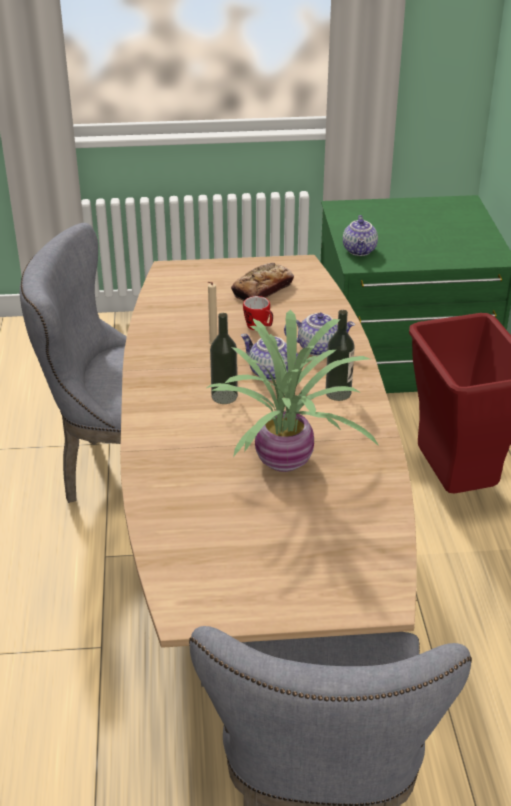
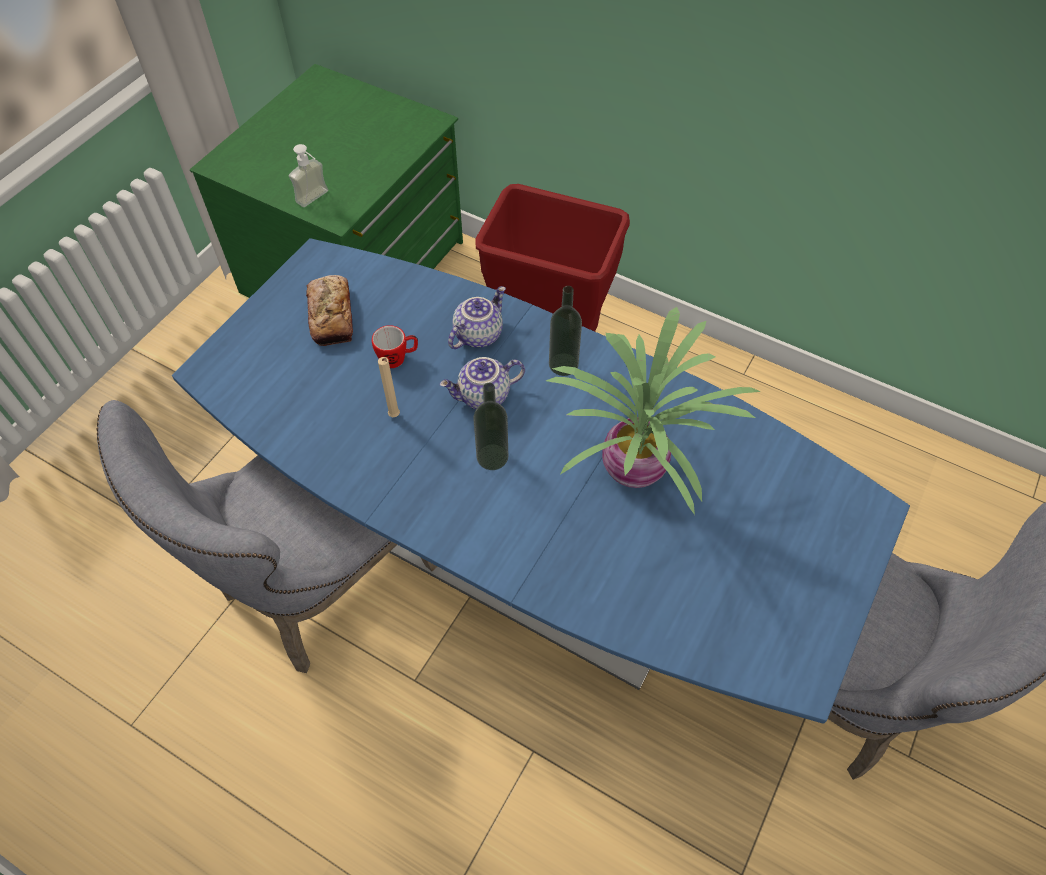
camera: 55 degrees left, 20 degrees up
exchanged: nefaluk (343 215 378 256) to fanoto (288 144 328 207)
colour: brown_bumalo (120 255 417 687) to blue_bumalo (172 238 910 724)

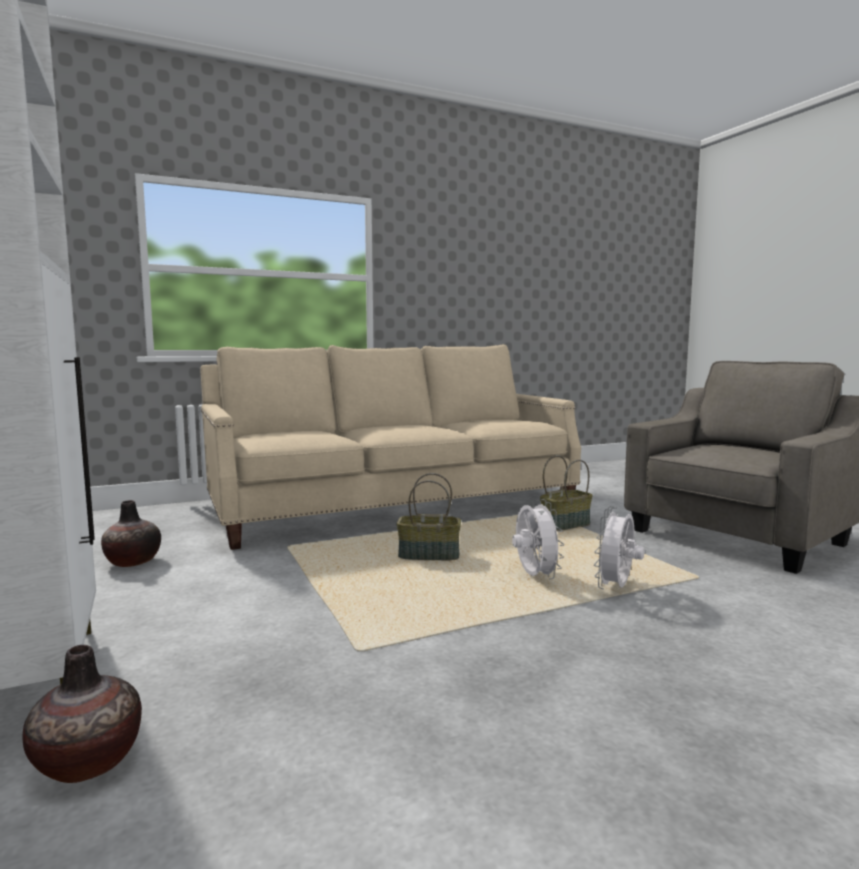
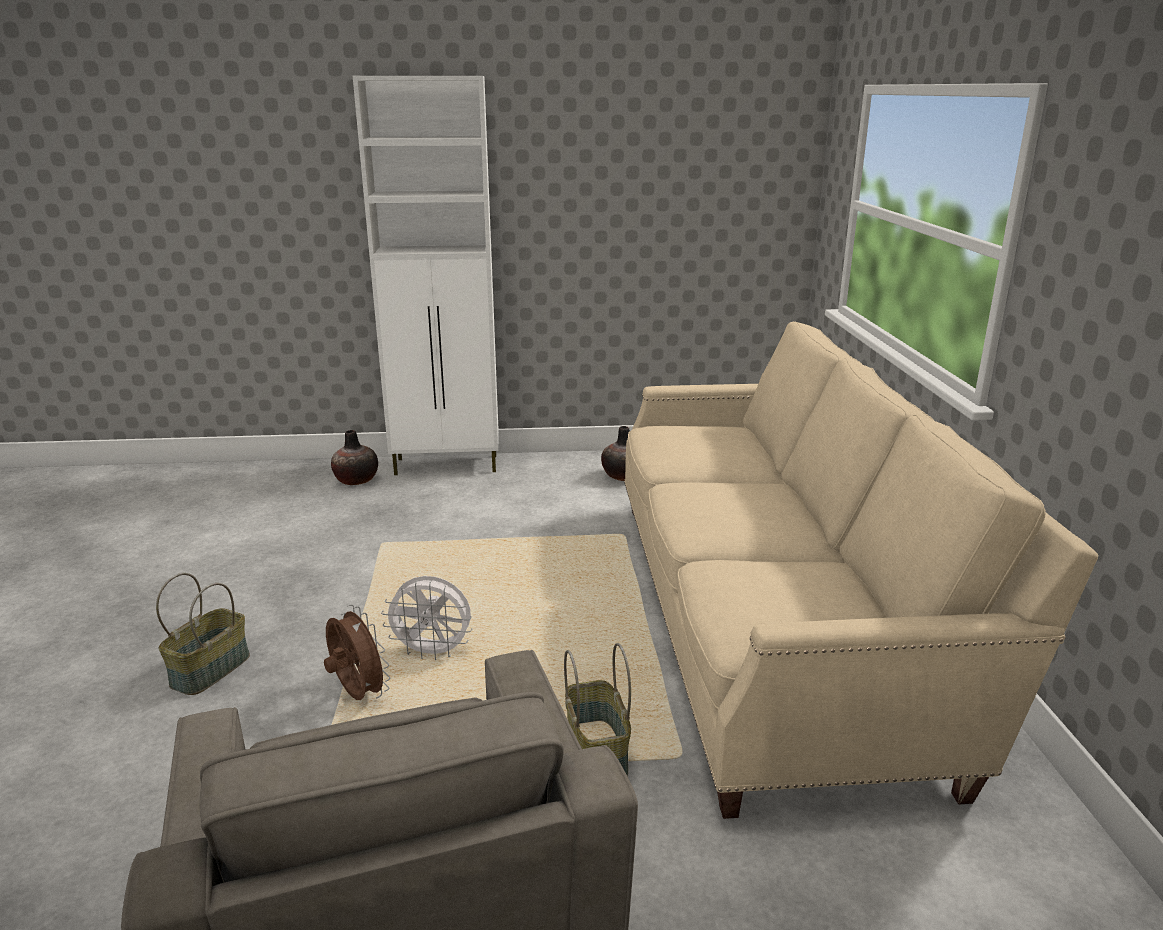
camera: 110 degrees right, 15 degrees up
relocated: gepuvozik (397 473 461 561) to (156 573 250 695)
colour: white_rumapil (594 506 644 589) to brown_rumapil (324 604 390 700)

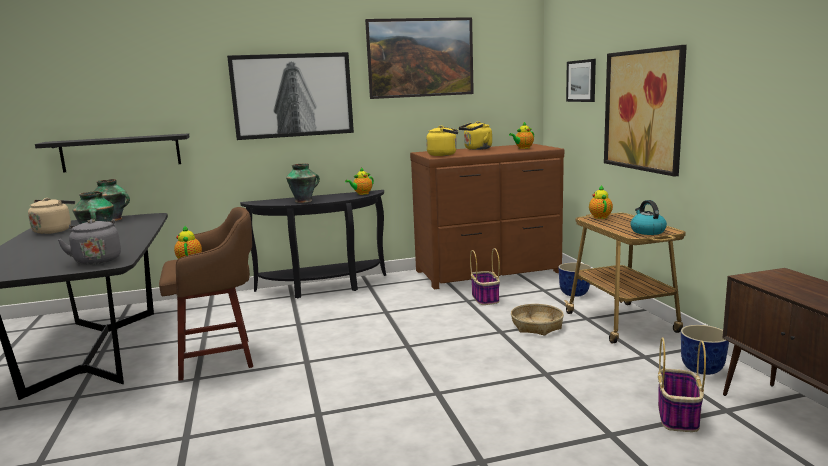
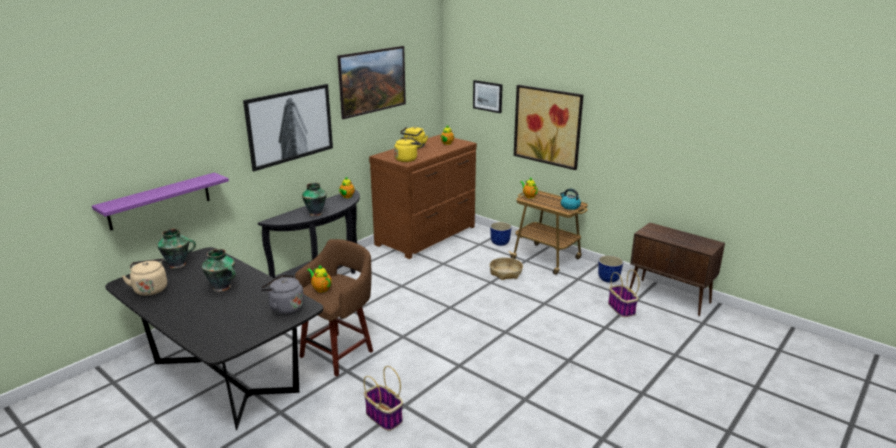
camera: 35 degrees left, 10 degrees up
relocated: gepuvozik (470 248 500 305) to (364 366 403 431)
colour: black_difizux (35 133 190 172) to purple_difizux (92 173 229 231)

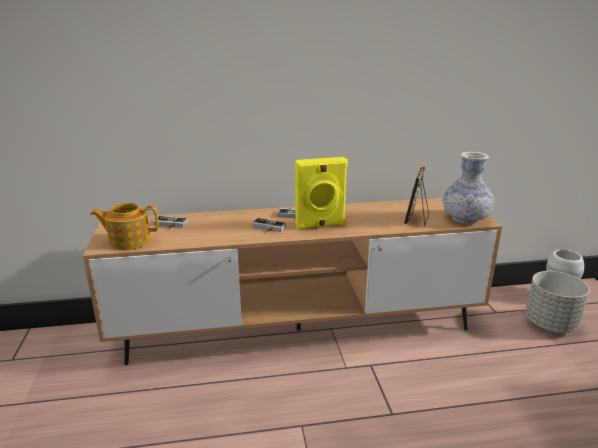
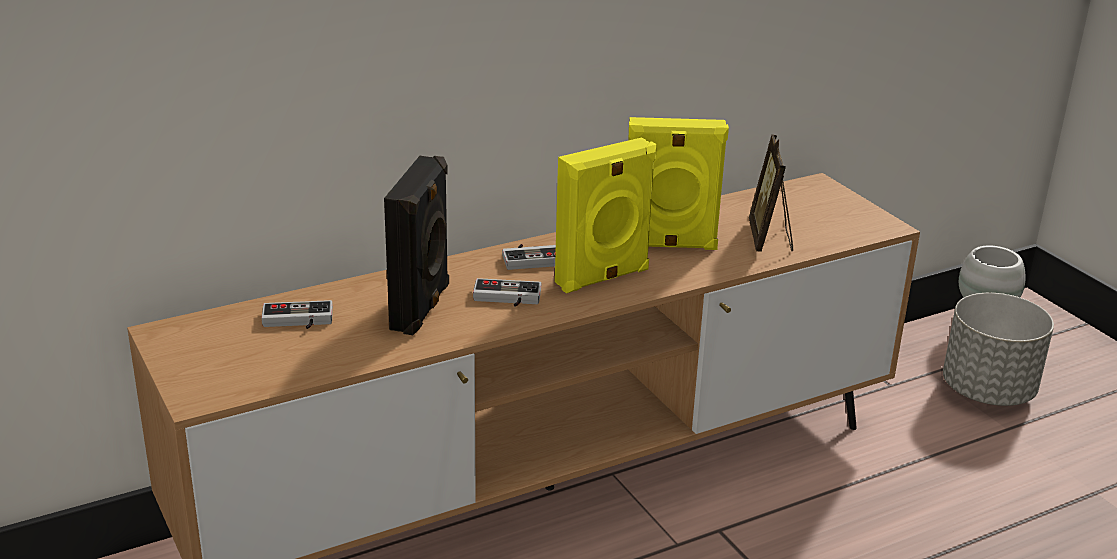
camera: 20 degrees left, 5 degrees up
missing: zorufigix (443 152 494 224); nefaluk (90 203 159 250)
appeared: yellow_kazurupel (628 117 729 250); black_kazurupel (384 156 449 335)

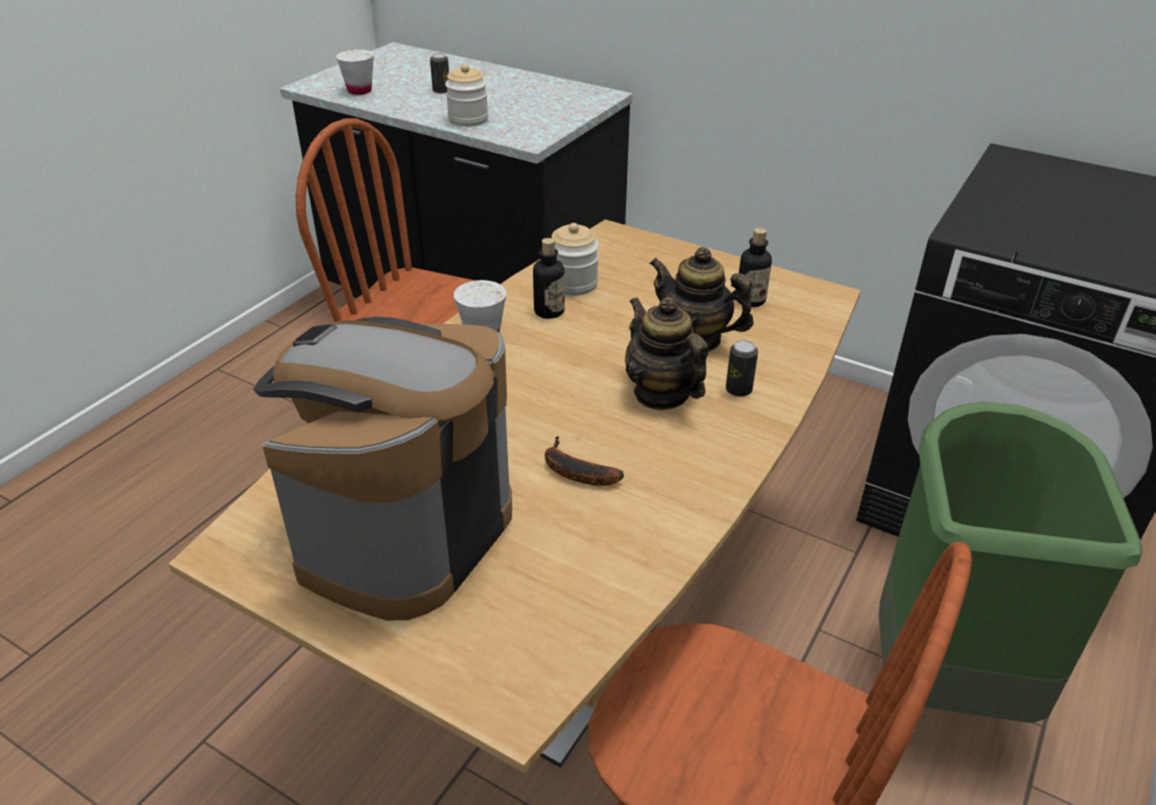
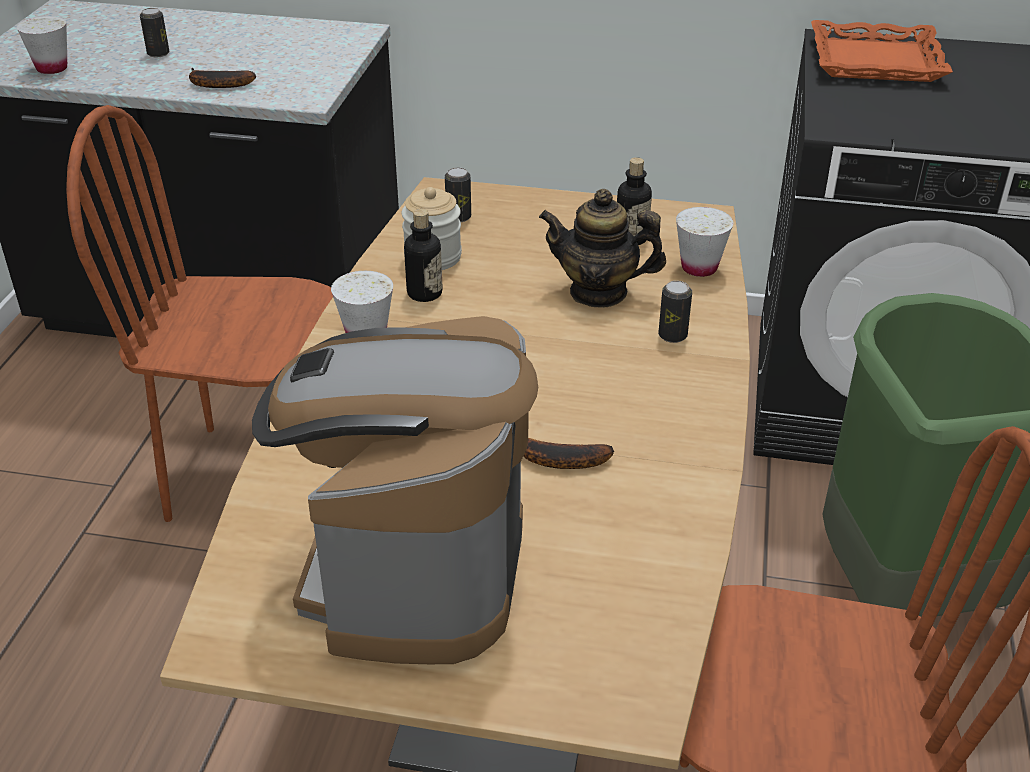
camera: 20 degrees left, 0 degrees up
missing: nefaluk (625 297 708 410)
appeared: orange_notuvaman (811 20 953 82); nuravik (445 167 471 222); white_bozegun (676 207 733 277)
exchanged: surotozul (445 64 488 127) to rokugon (189 68 256 88)

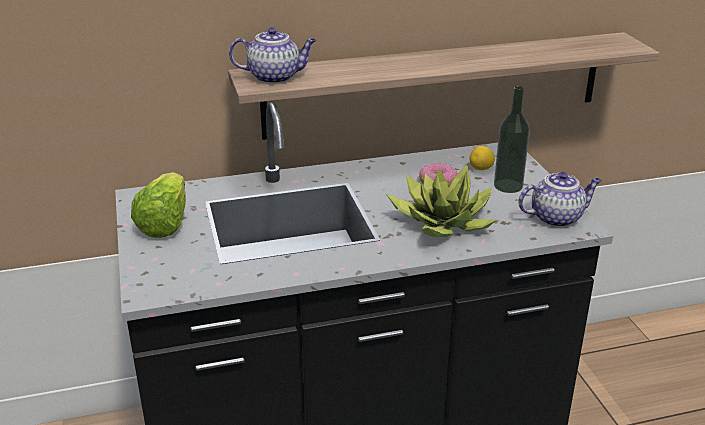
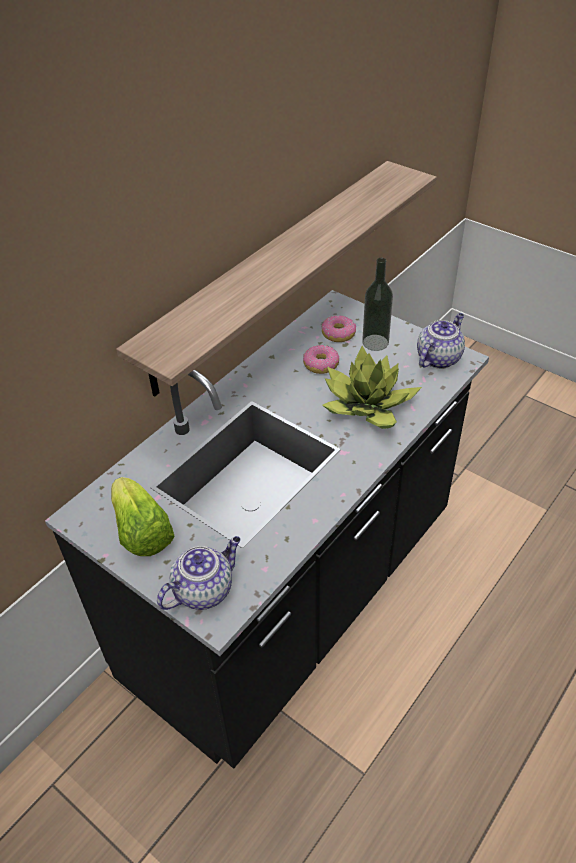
camera: 35 degrees left, 15 degrees up
relocated: nefaluk (229 27 316 84) to (157 536 241 610)
exchanged: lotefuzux (469 146 495 170) to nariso (322 315 356 342)

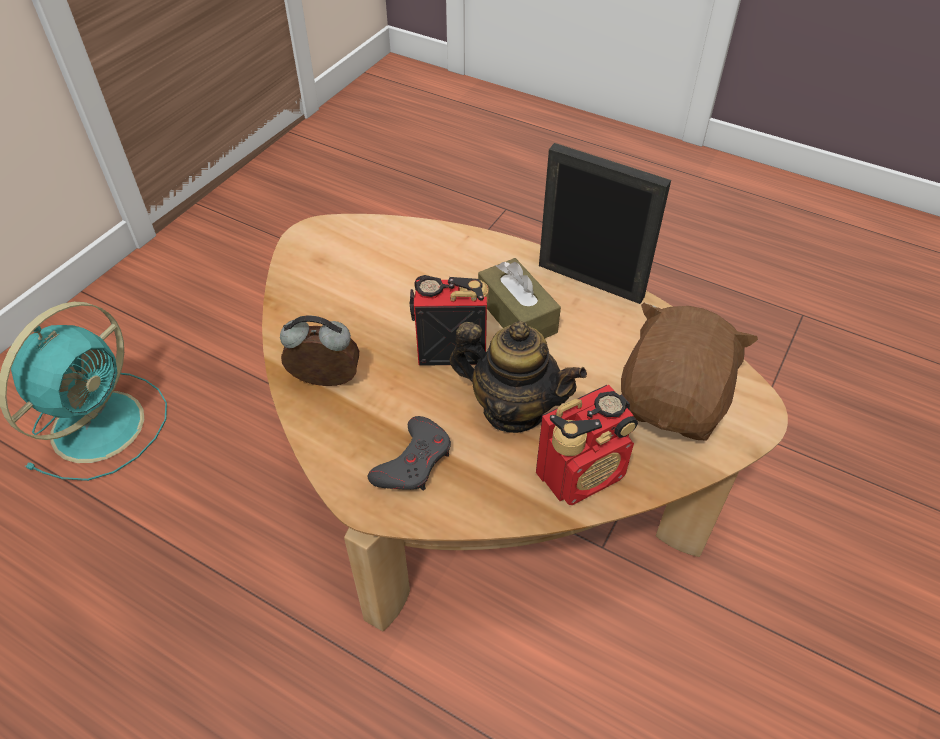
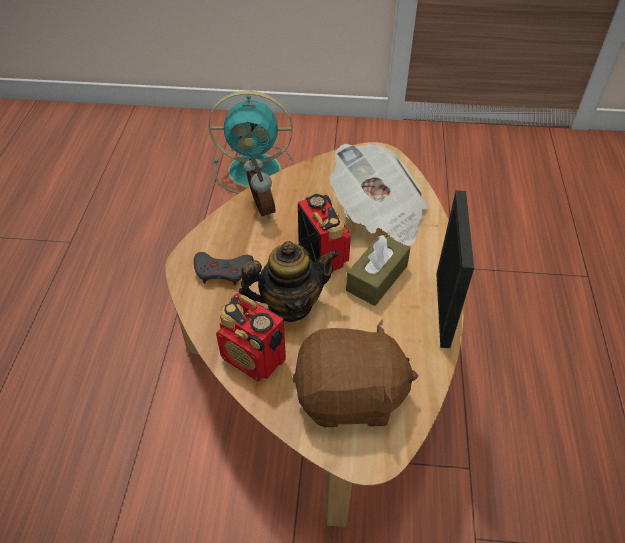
camera: 65 degrees right, 0 degrees up
appeared: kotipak (330 143 429 246)
spun: nefaluk (449 321 587 433) = (238 241 339 322) 105 degrees counterclockwise

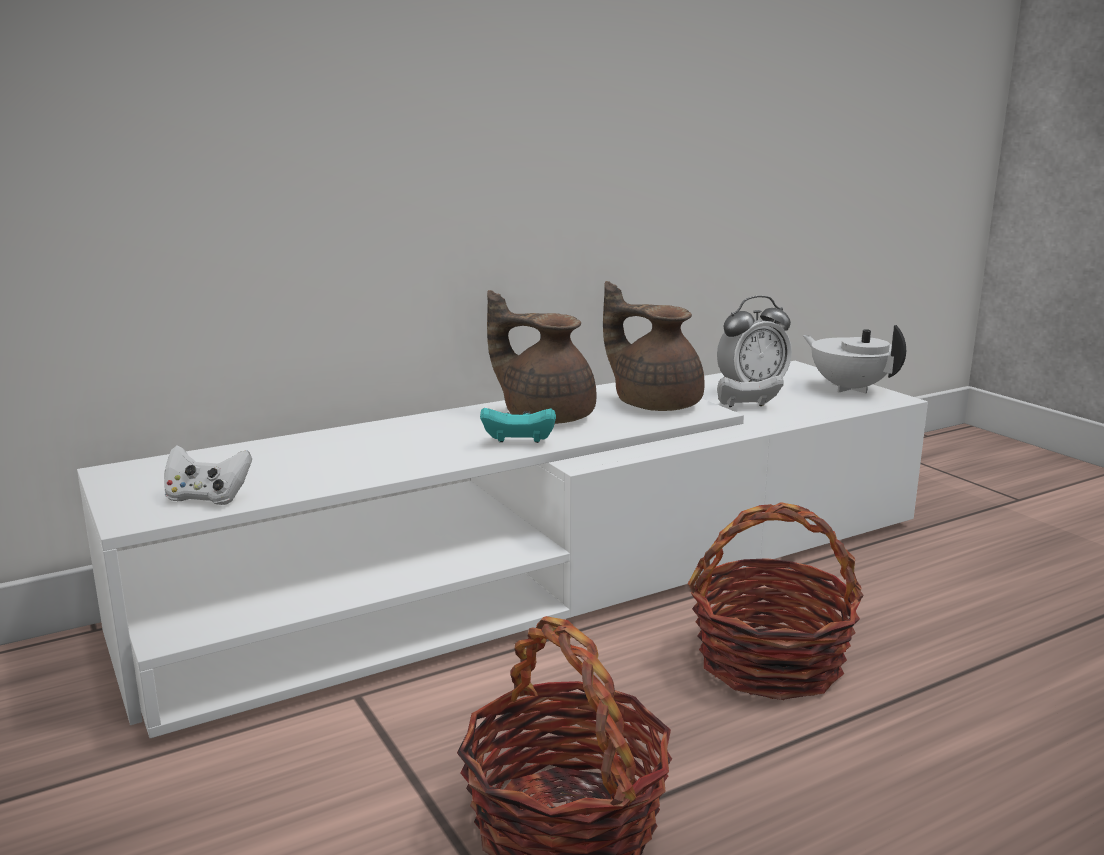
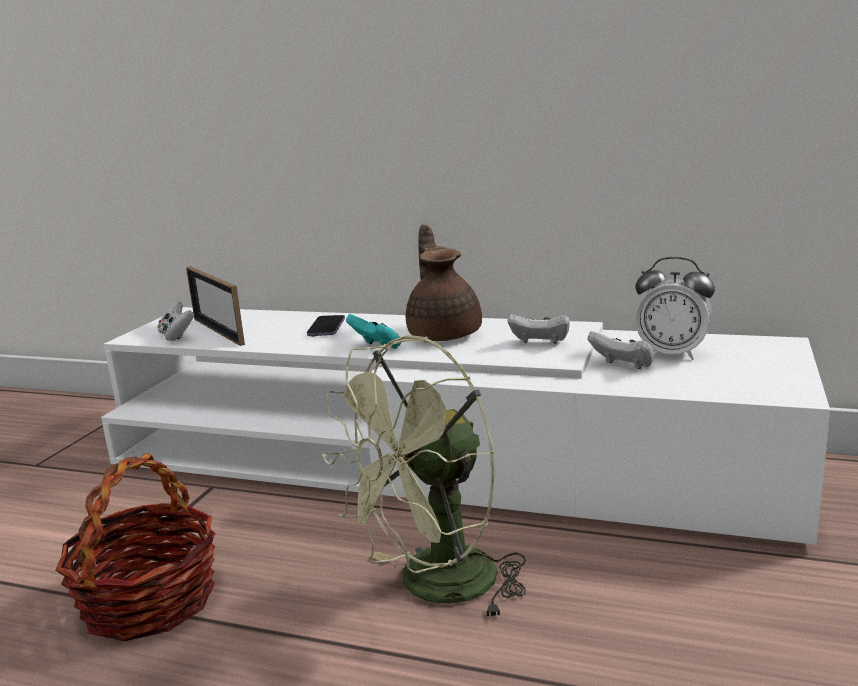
camera: 50 degrees right, 0 degrees up
missing: white_nefaluk (803 325 906 394)
appeared: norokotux (186 266 245 346); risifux (307 315 345 337)
exchanged: brown_nefaluk (603 281 705 411) to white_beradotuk (508 314 570 344); gepuvozik (688 502 864 700) to green_rumapil (322 335 526 620)

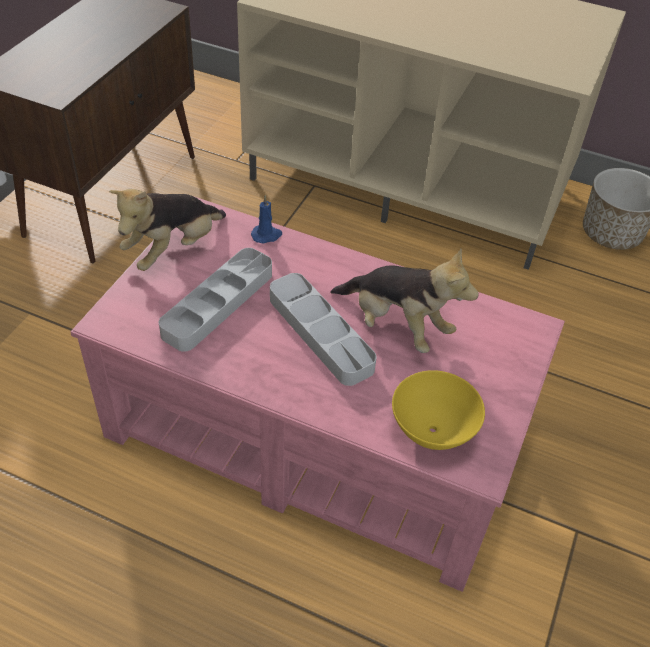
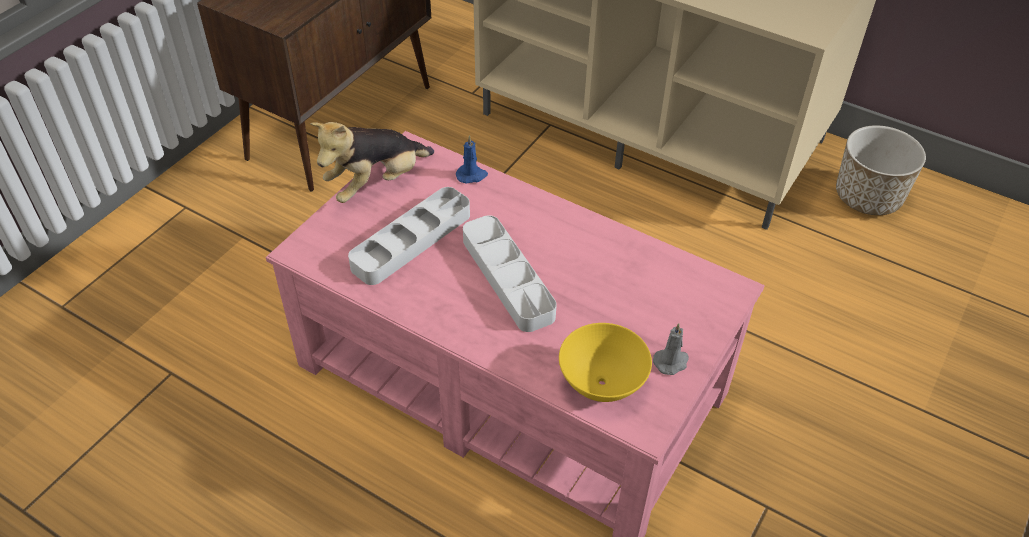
camera: 10 degrees right, 0 degrees up
missing: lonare (330 249 479 353)
appeared: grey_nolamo (653 323 689 375)

